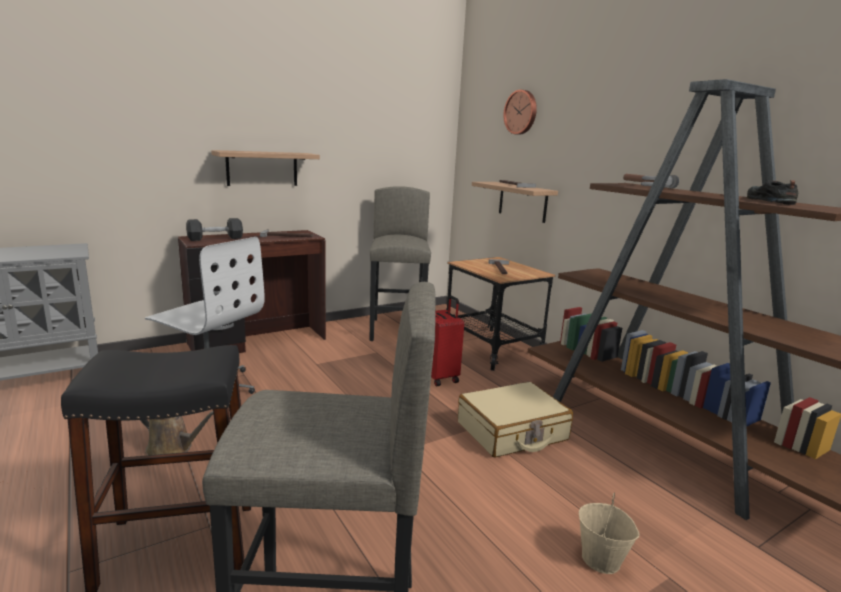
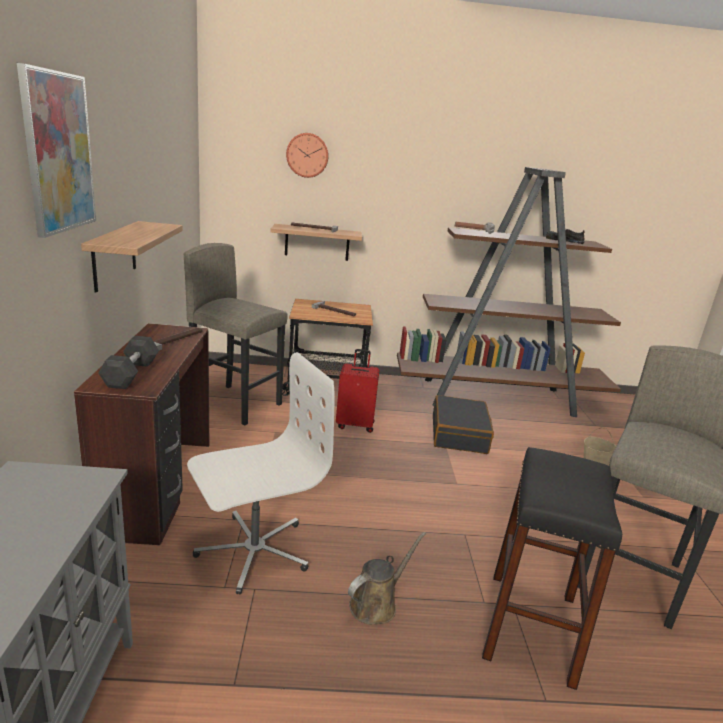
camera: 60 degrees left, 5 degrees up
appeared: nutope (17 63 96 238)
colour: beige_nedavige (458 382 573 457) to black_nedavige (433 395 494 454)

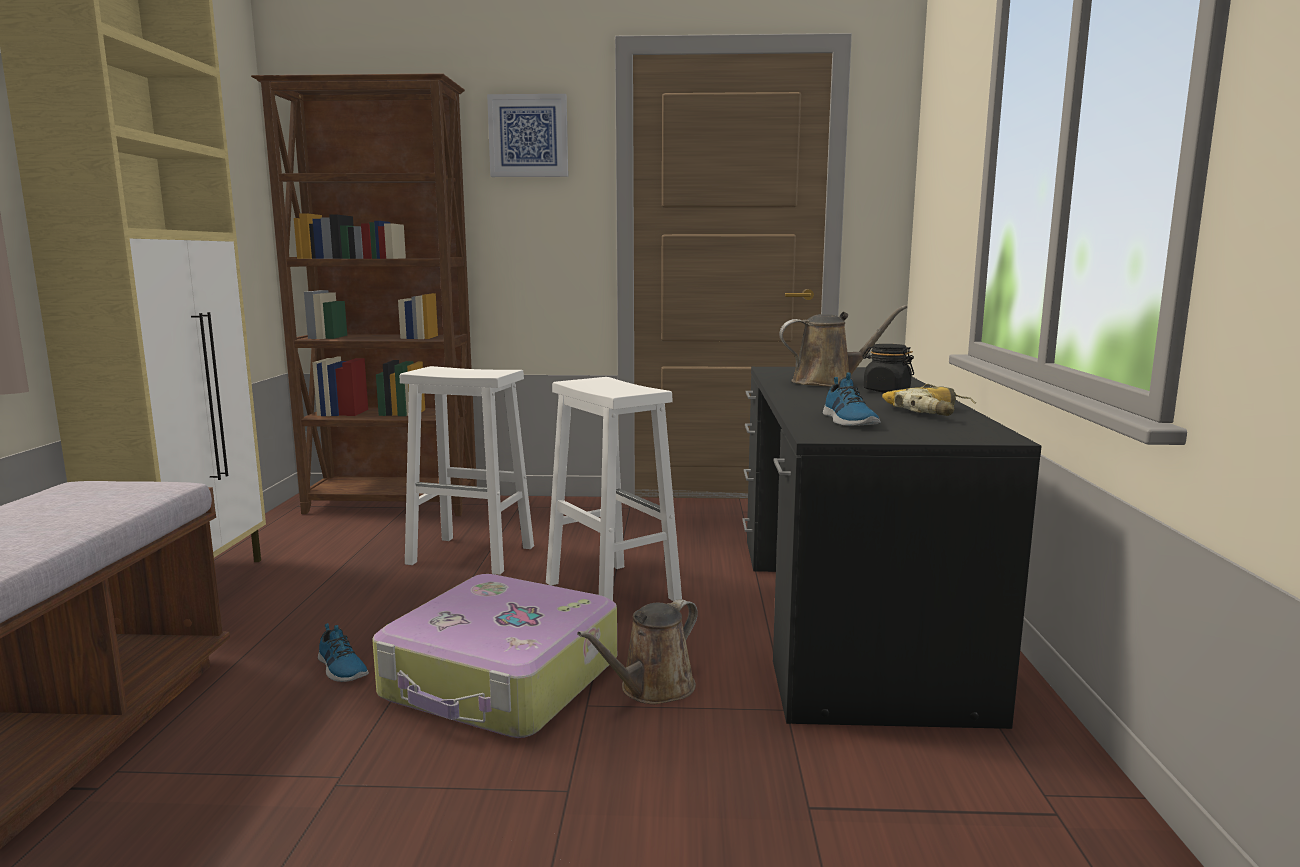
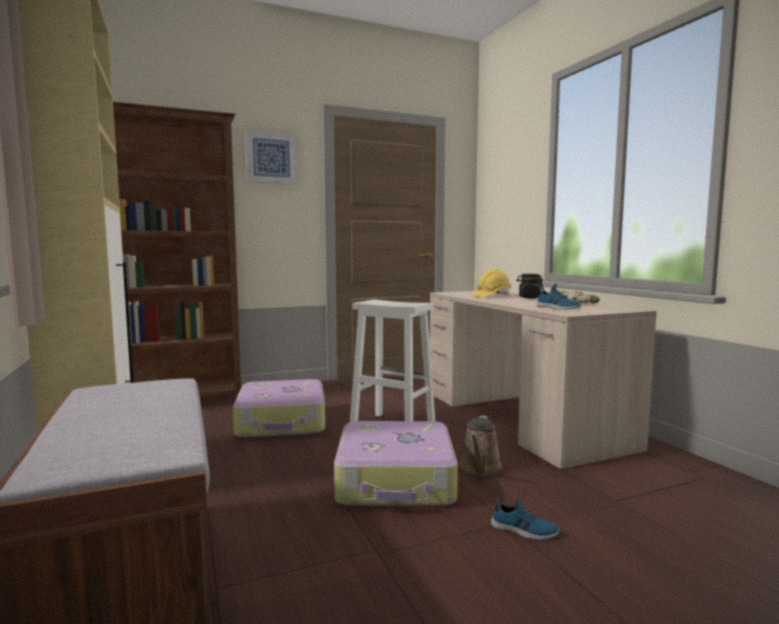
camera: 25 degrees left, 5 degrees down
relocated: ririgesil (318 623 369 682) to (491 496 560 540)
exchanged: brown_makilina (779 305 907 387) to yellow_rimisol (473 269 511 297); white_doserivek (400 366 534 575) to nedavige (233 379 325 438)
colour: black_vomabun (742 367 1041 729) to beige_vomabun (430 291 657 469)

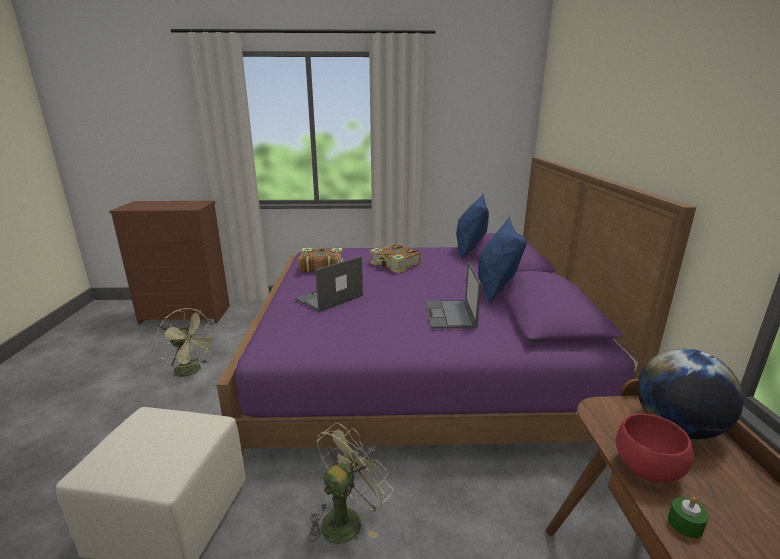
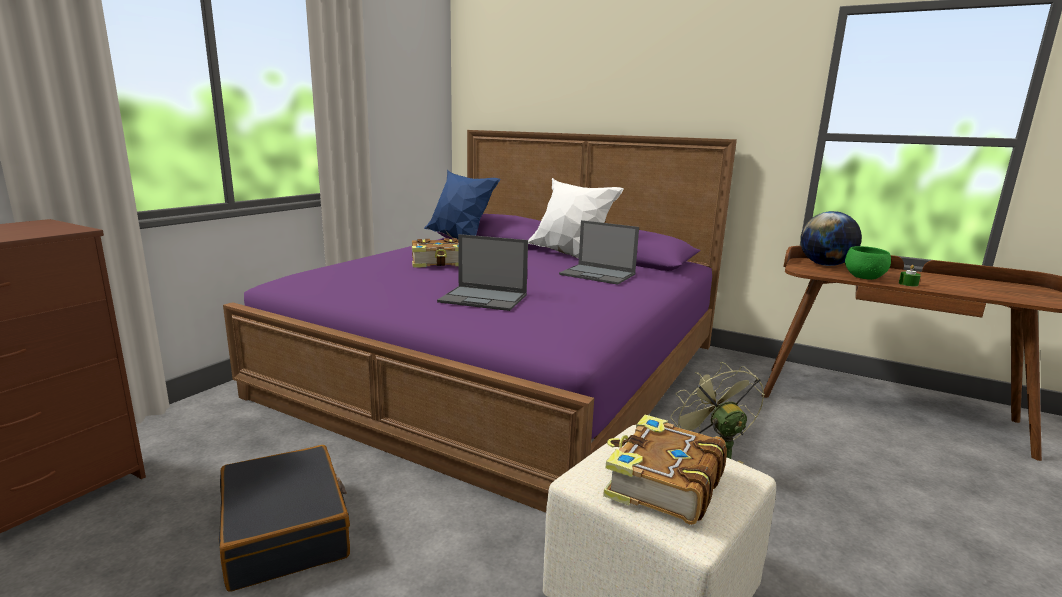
camera: 60 degrees left, 5 degrees down
relocated: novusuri (298 248 343 272) to (603 415 727 525)
exchanged: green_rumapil (155 308 217 384) to black_nedavige (218 445 350 592)
colour: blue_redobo (478 216 527 305) to white_redobo (528 178 624 259); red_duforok (616 414 694 483) to green_duforok (845 246 891 280)
spun: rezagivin (295 256 363 312) = (437 234 528 311) 60 degrees counterclockwise

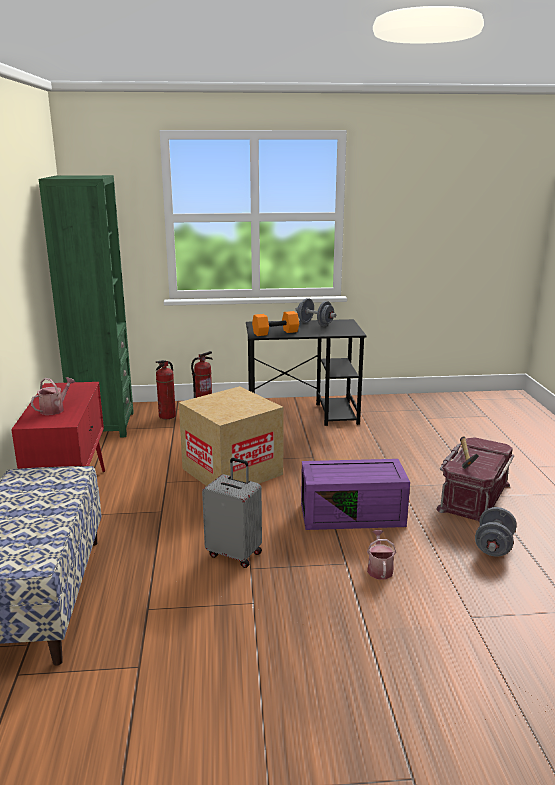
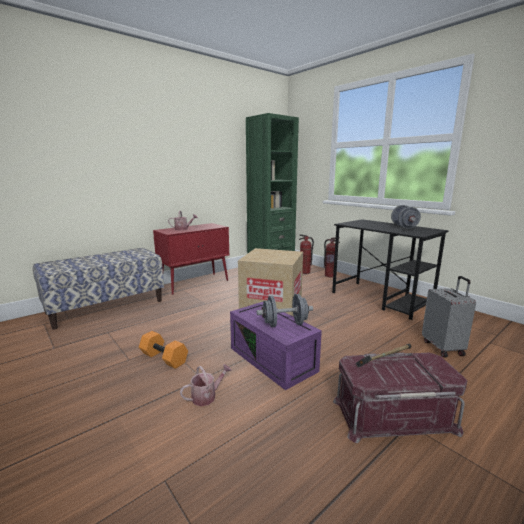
camera: 55 degrees right, 5 degrees down
relocated: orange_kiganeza (252 311 299 336) to (139 331 188 369); grey_nedavige (202 458 262 568) to (422 276 476 358); grey_kiganeza (475 507 517 556) to (257 294 313 327)

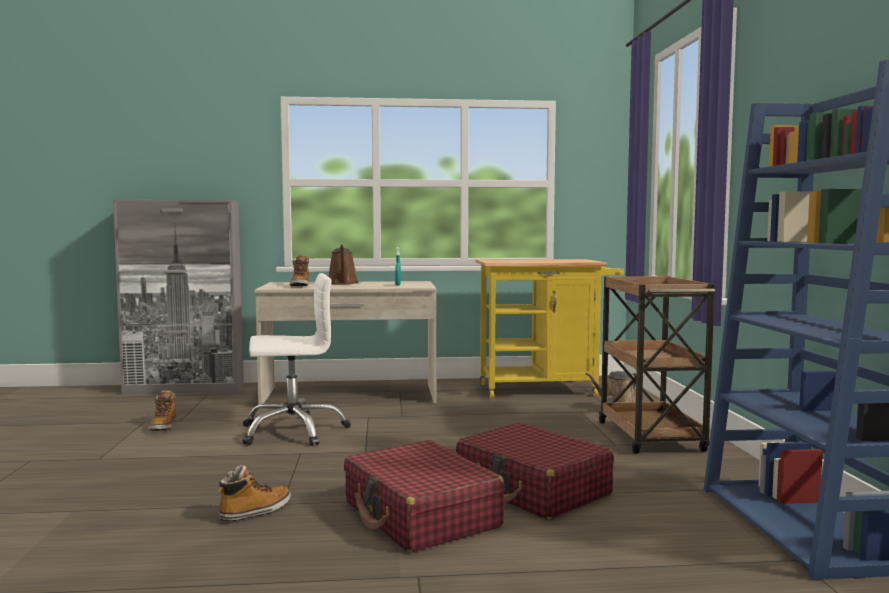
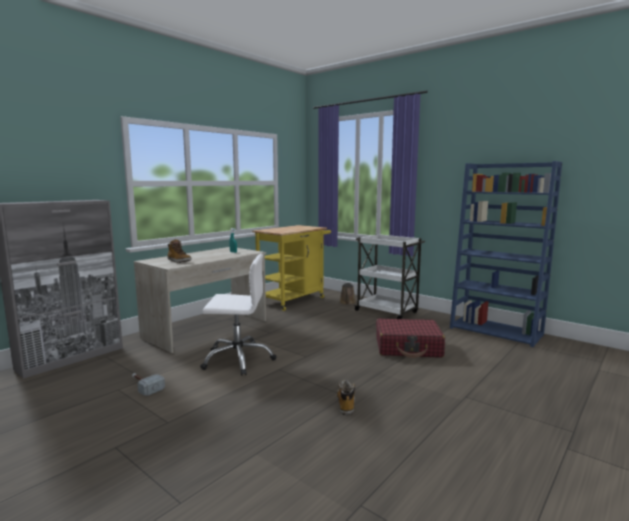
camera: 45 degrees left, 5 degrees up
missing: brown_makilina (329 244 358 285); red_nedavige (344 440 505 553)
exchanged: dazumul (149 390 177 431) to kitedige (132 373 165 396)
colour: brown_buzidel (599 276 715 454) to white_buzidel (353 234 425 319)
spun: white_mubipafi (242 273 351 446) = (200 254 277 376) 60 degrees clockwise

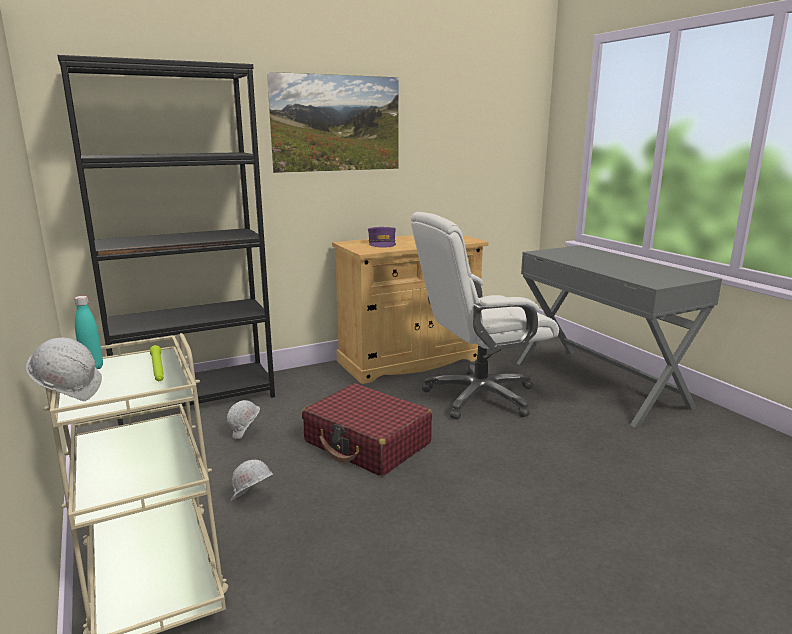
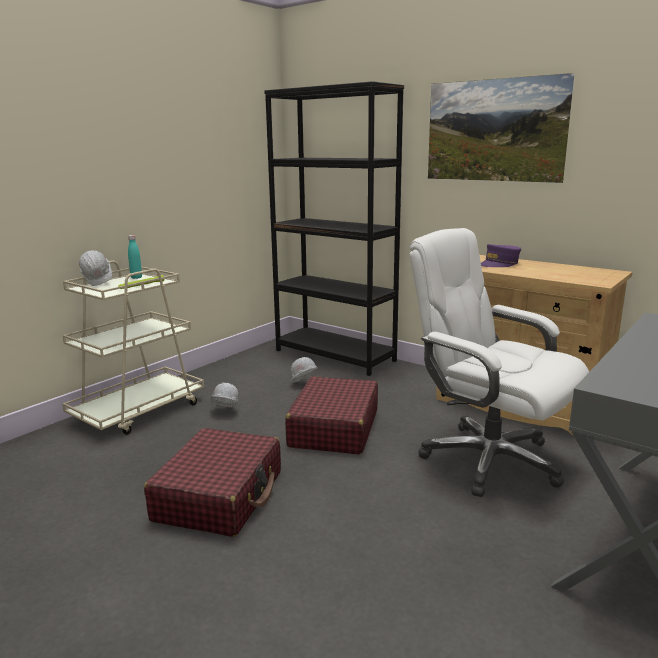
camera: 65 degrees right, 0 degrees up
appeared: red_nedavige (144 428 281 537)

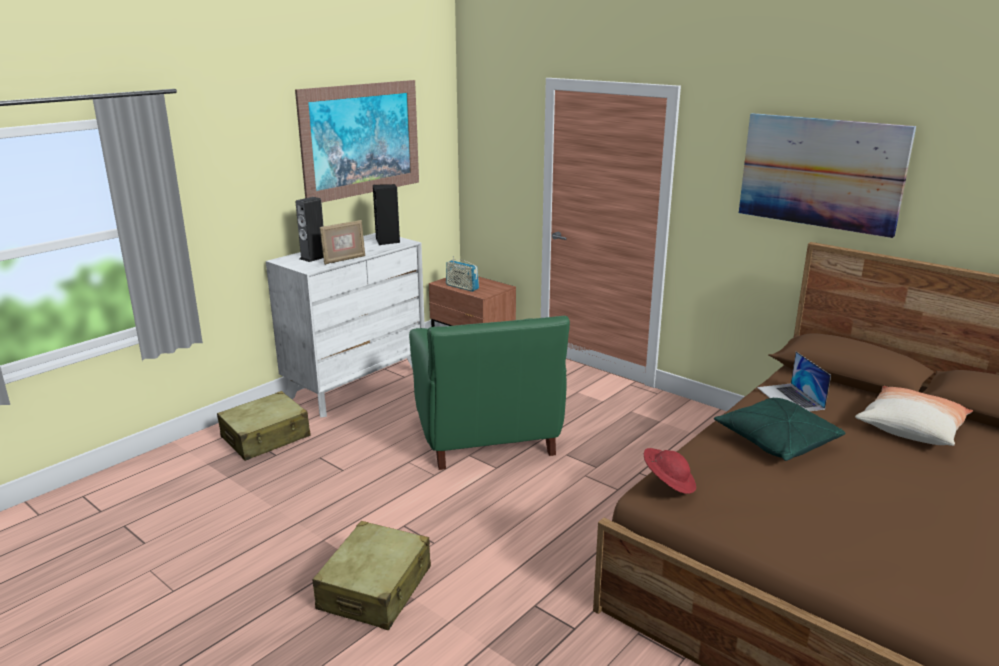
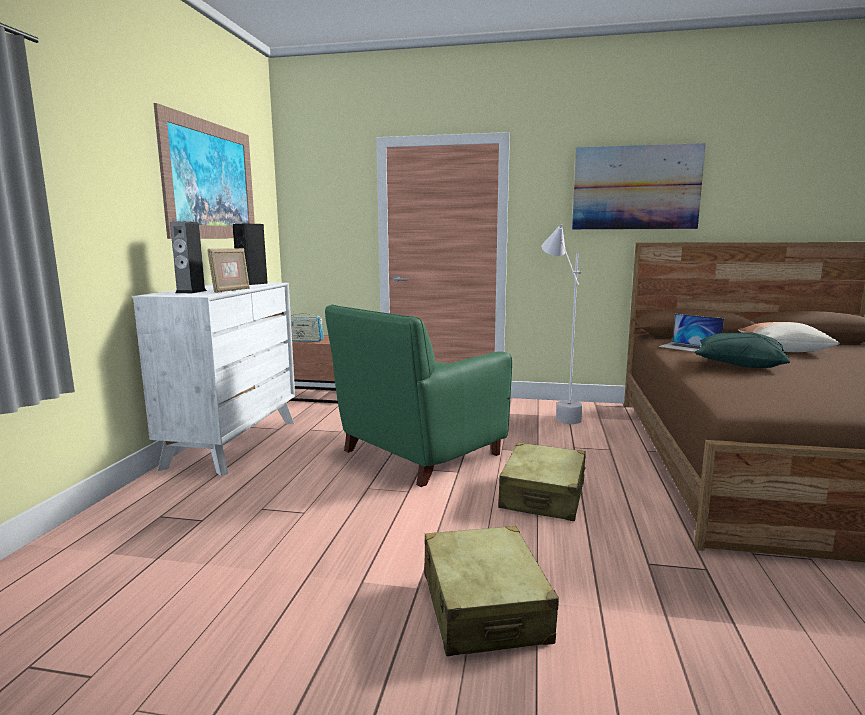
camera: 30 degrees left, 10 degrees down
missing: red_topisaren (644 448 696 494)
appeared: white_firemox (541 224 582 424)
relocated: beige_nedavige (217 391 311 461) to (498 442 586 521)
spun: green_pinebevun (409 316 570 470) = (325 305 512 487) 90 degrees clockwise

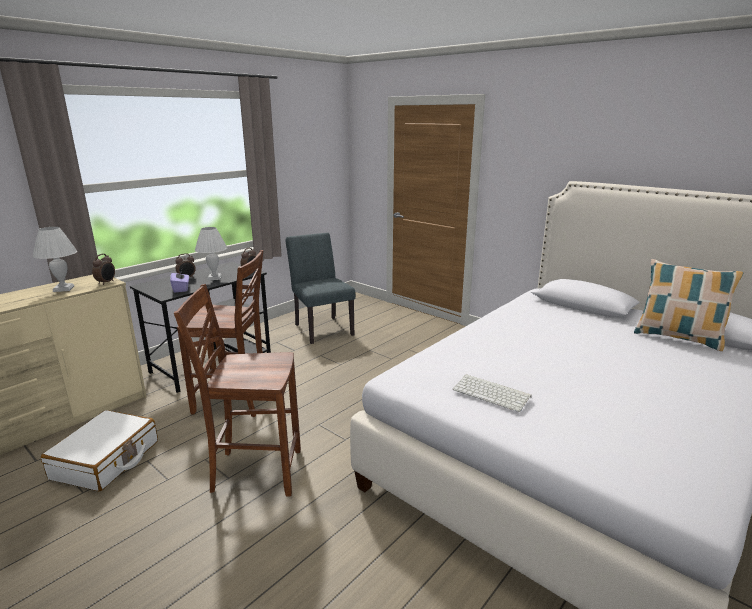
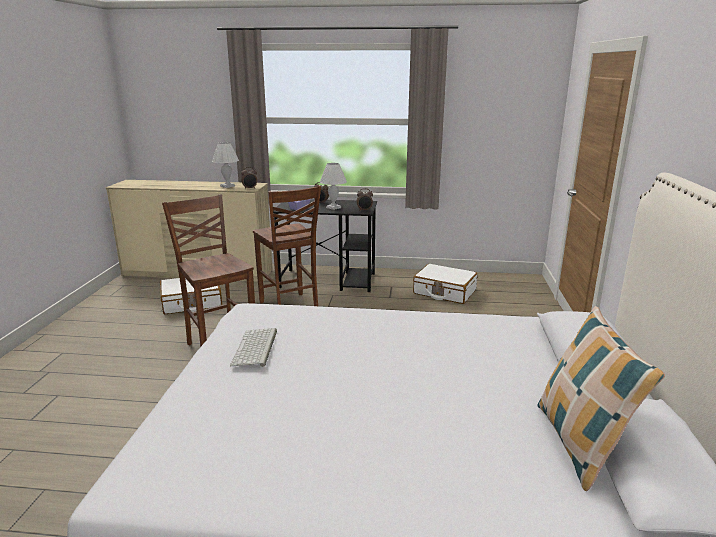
camera: 55 degrees right, 0 degrees up
exchanged: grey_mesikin (286 233 355 344) to white_nedavige (413 264 478 304)

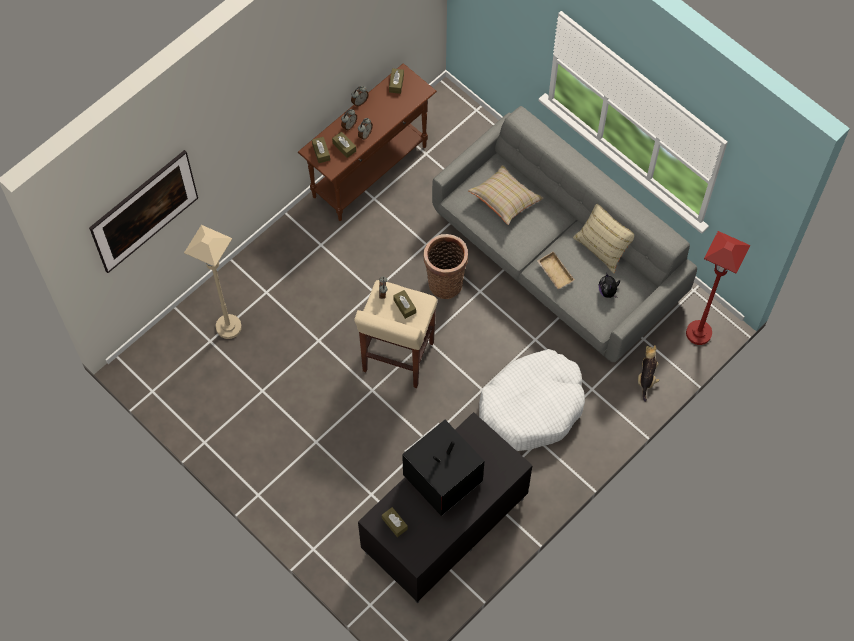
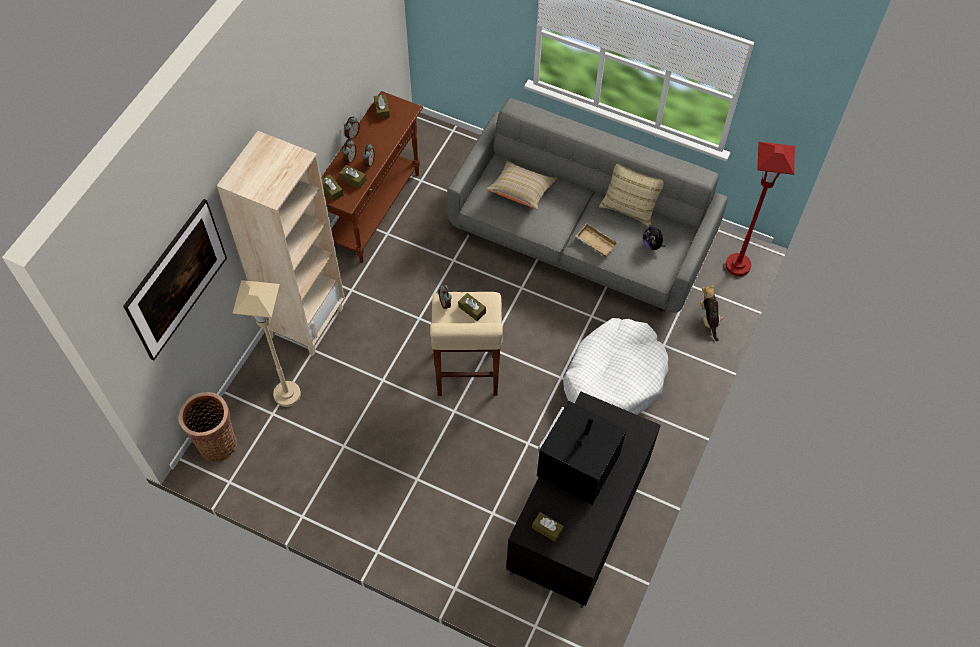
camera: 20 degrees left, 5 degrees down
appeared: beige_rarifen (217 131 345 356)
relocated: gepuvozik (424 234 468 299) to (178 392 237 462)

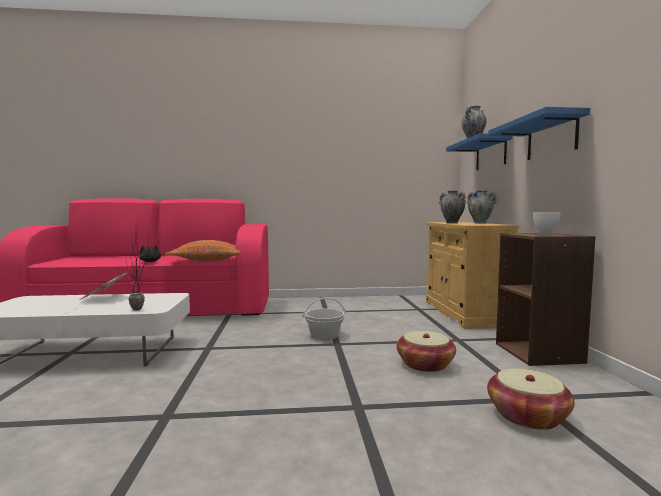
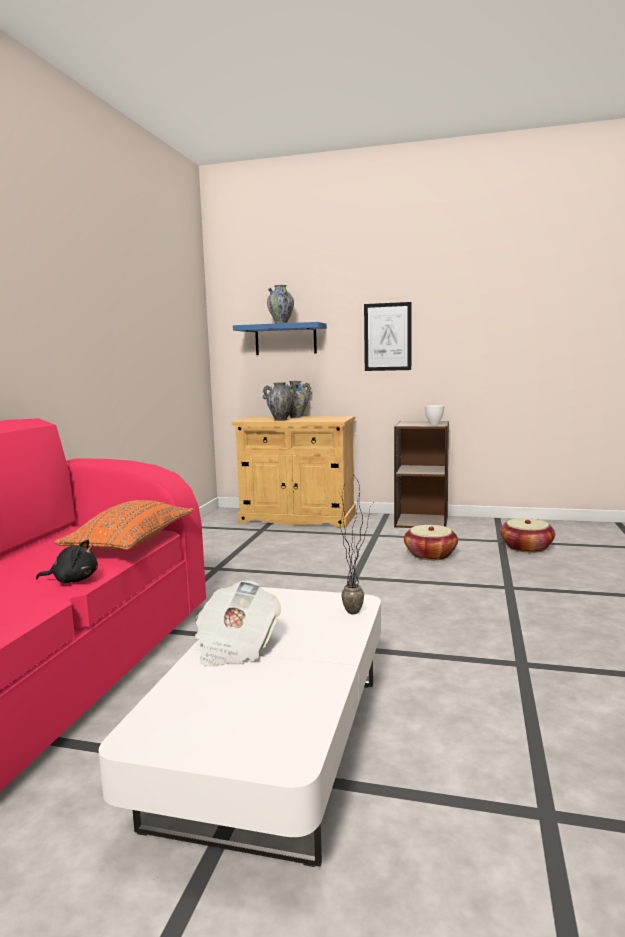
camera: 70 degrees left, 5 degrees up
missing: gepuvozik (302 297 346 340)
exchanged: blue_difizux (488 107 590 160) to nutope (364 302 412 371)

